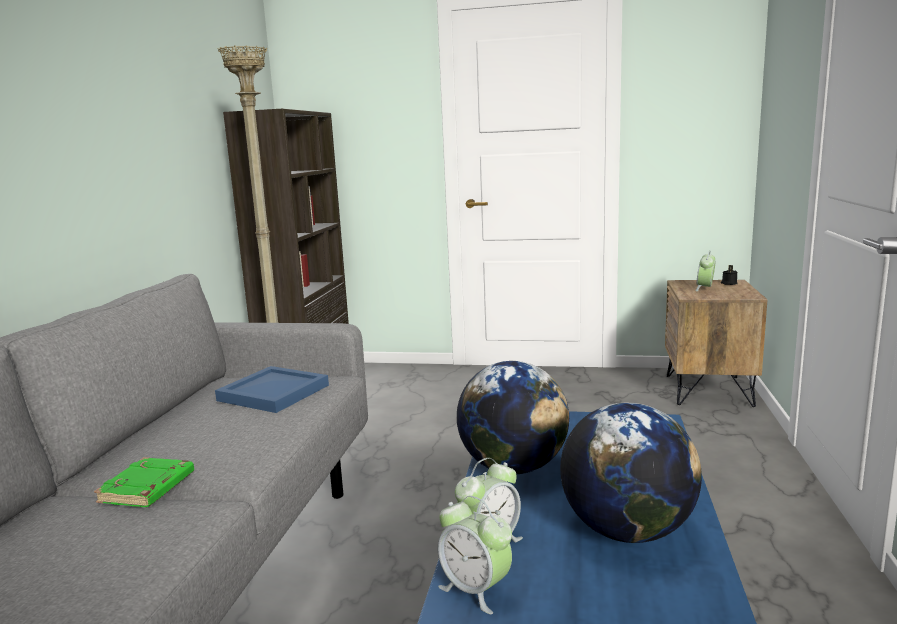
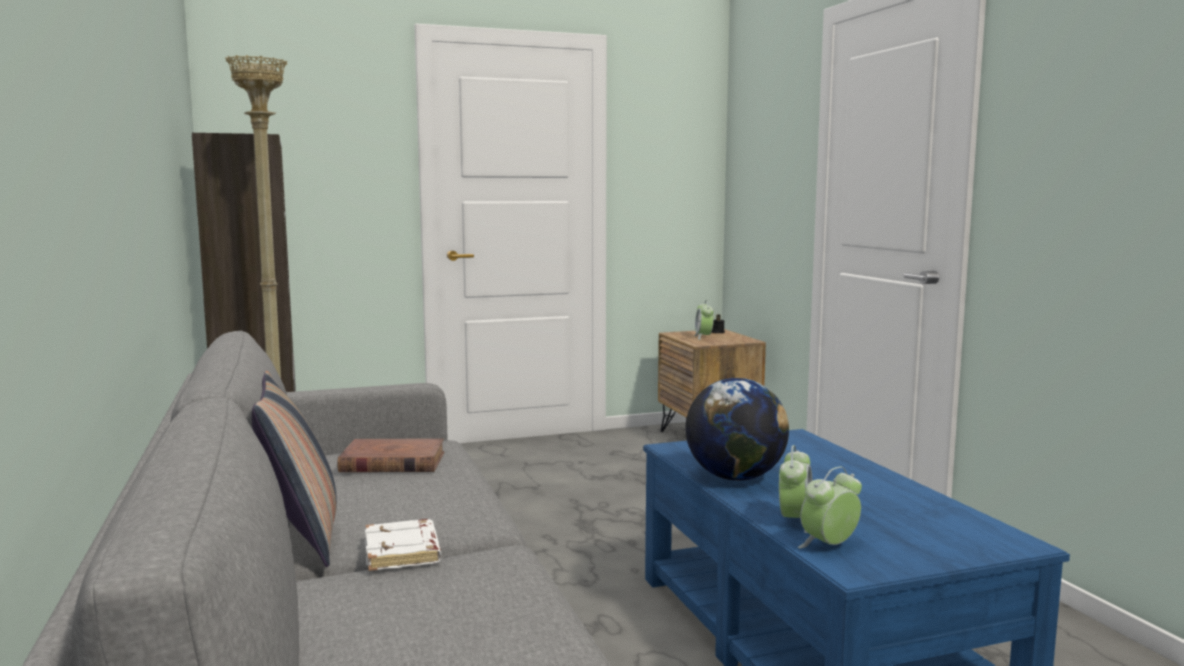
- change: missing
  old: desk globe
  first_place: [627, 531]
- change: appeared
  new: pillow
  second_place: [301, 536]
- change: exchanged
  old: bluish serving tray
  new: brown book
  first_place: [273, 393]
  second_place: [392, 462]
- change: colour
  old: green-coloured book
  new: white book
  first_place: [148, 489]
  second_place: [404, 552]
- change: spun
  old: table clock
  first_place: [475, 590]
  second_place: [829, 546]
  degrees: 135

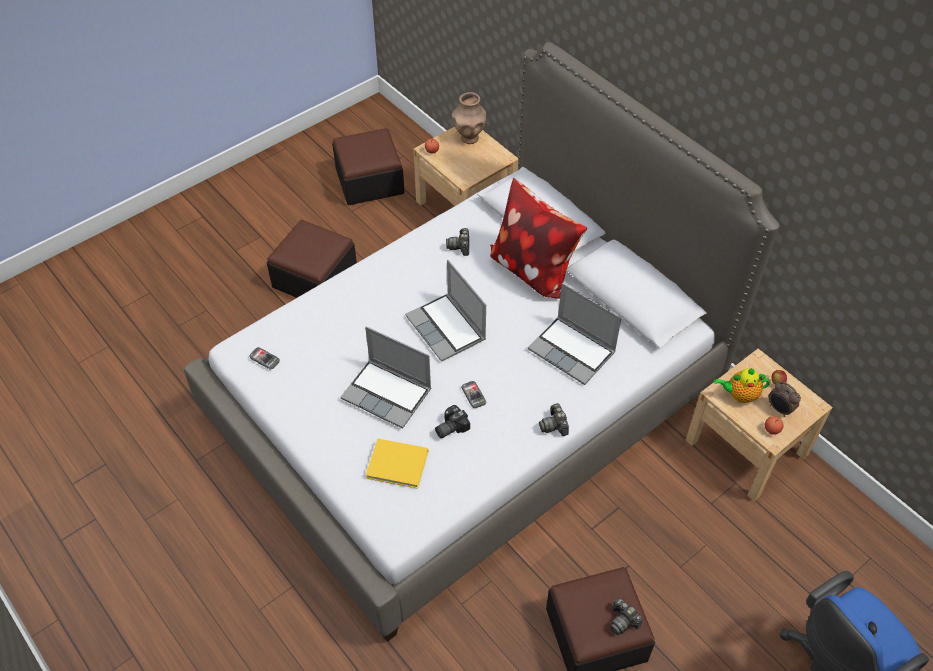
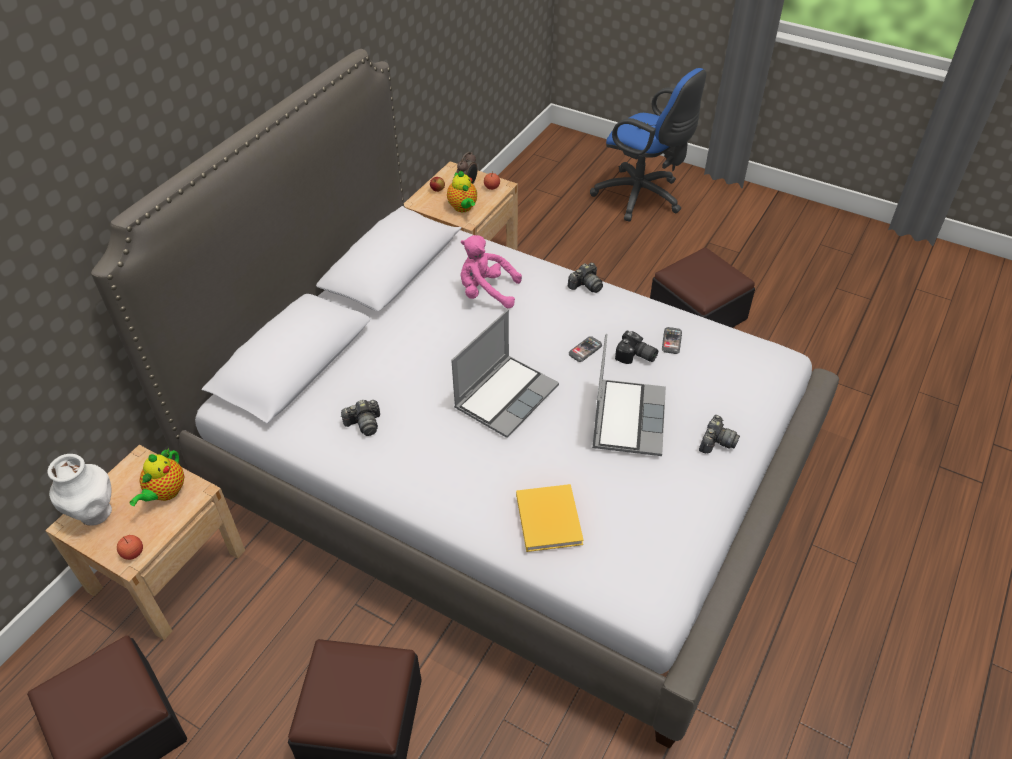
- change: missing
  old: pillow
  first_place: [532, 269]
- change: appeared
  new: teapot
  second_place: [165, 493]
- change: relocated
  old: handset
  first_place: [264, 359]
  second_place: [671, 341]
- change: relocated
  old: yellow-coloured book
  first_place: [399, 465]
  second_place: [548, 517]
- change: relocated
  old: photo camera
  first_place: [623, 621]
  second_place: [716, 442]
- change: exchanged
  old: portable computer
  new: pink soft toy
  first_place: [573, 351]
  second_place: [486, 292]
- change: colour
  old: brown flower vase
  new: white flower vase
  first_place: [469, 137]
  second_place: [95, 514]

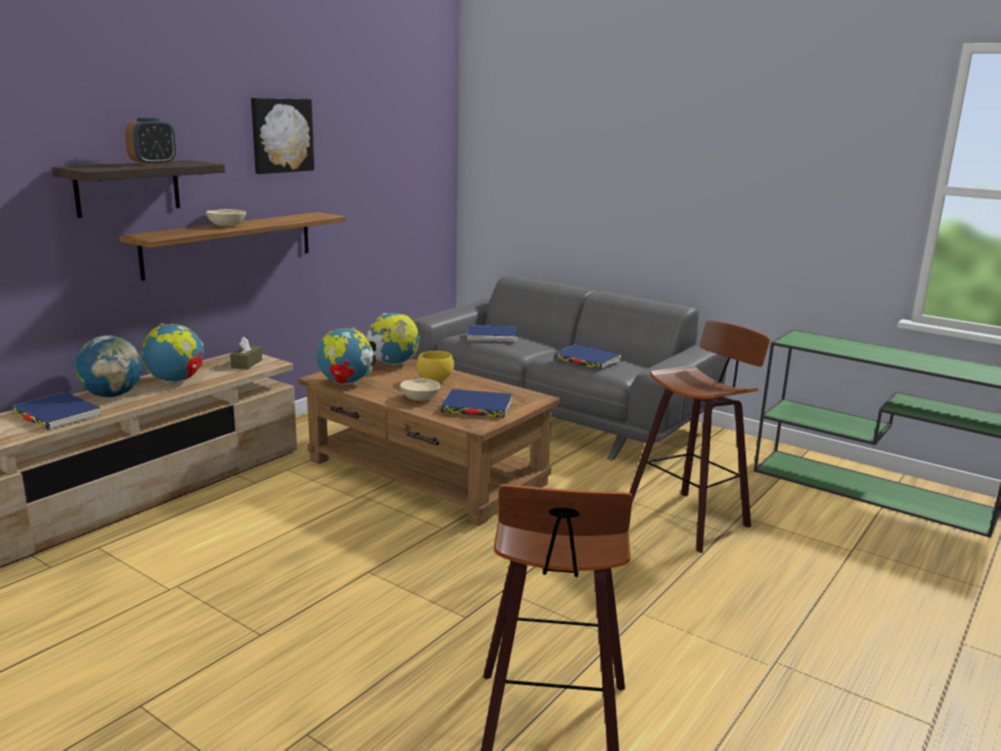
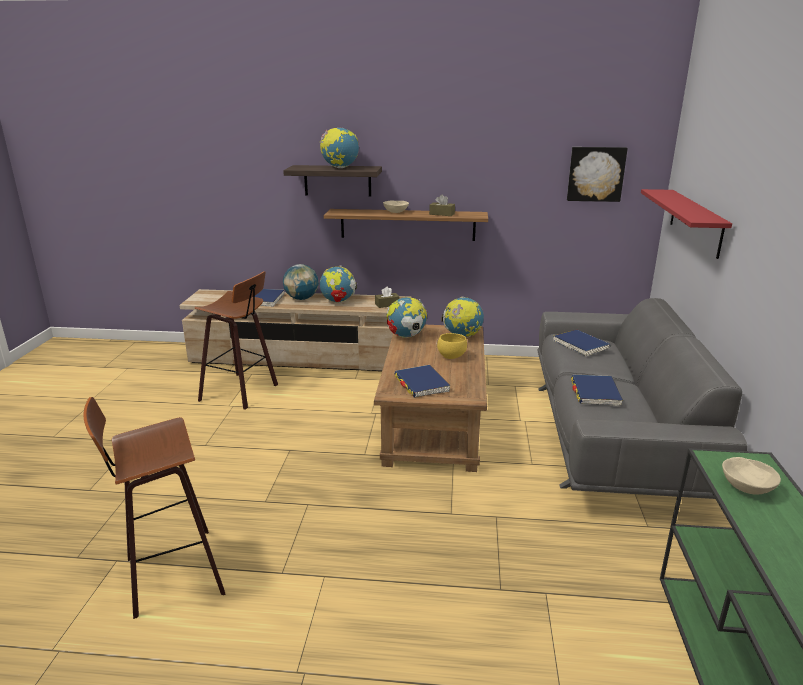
- change: appeared
  new: brown tissue box
  second_place: [442, 214]
- change: appeared
  new: red wall shelf
  second_place: [695, 222]
- change: relocated
  old: picture
  first_place: [281, 135]
  second_place: [595, 174]
- change: relocated
  old: sand-coloured serving bowl
  first_place: [419, 398]
  second_place: [745, 487]
- change: relocated
  old: sitting stool
  first_place: [690, 518]
  second_place: [242, 392]
- change: exchanged
  old: table clock
  new: desk globe
  first_place: [153, 164]
  second_place: [340, 168]

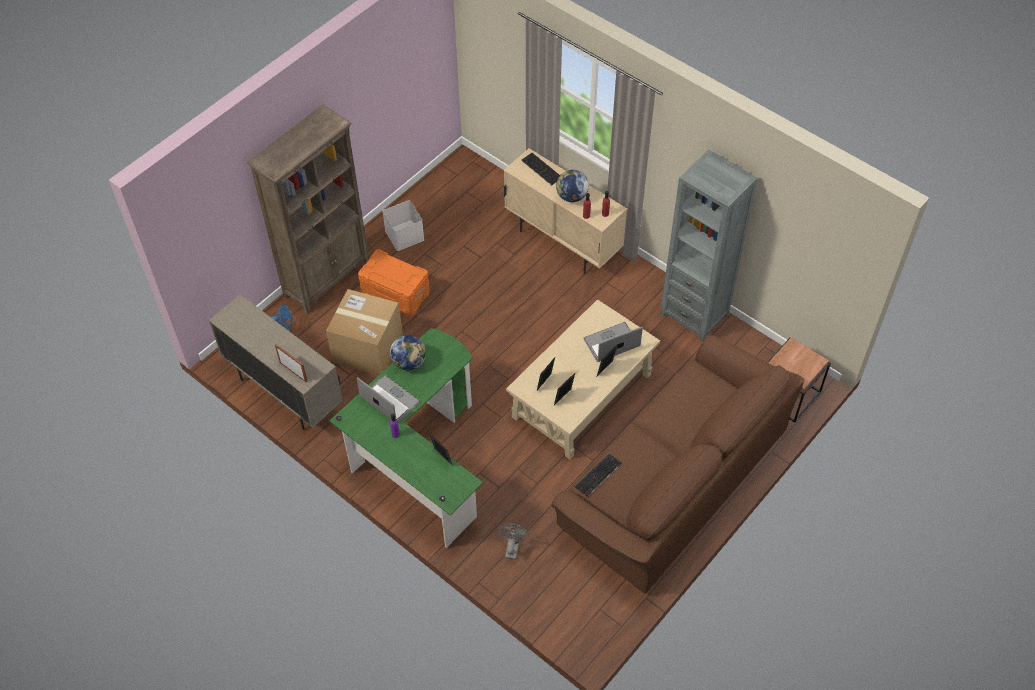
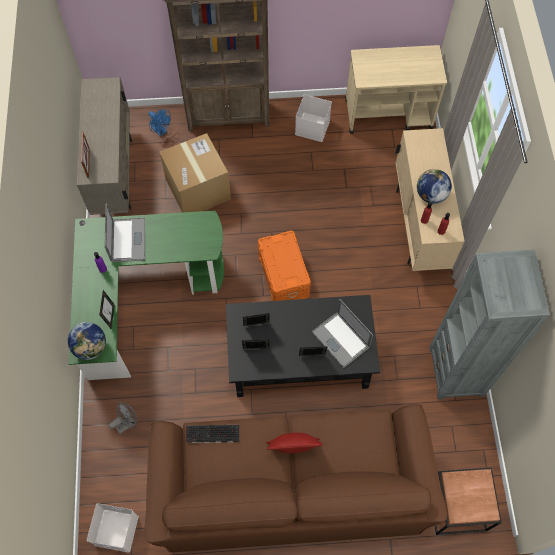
- change: missing
  old: keyboard
  first_place: [542, 169]
- change: appeared
  new: white storage box
  second_place: [115, 531]
- change: appeared
  new: red pillow
  second_place: [293, 448]
- change: appeared
  new: sand-coloured trolley
  second_place: [389, 114]
- change: relocated
  old: orangey storage box
  first_place: [396, 293]
  second_place: [284, 275]
- change: relocated
  old: desk globe
  first_place: [409, 362]
  second_place: [91, 347]
- change: colour
  old: sand-coloured lounge table
  new: blackish lounge table
  first_place: [582, 396]
  second_place: [299, 357]
- change: spun
  old: portable computer
  first_place: [611, 343]
  second_place: [340, 339]
  degrees: -150

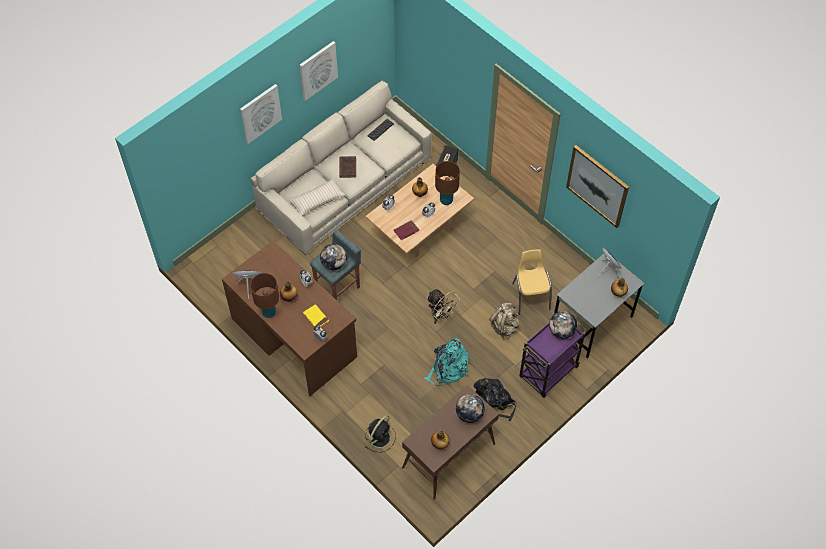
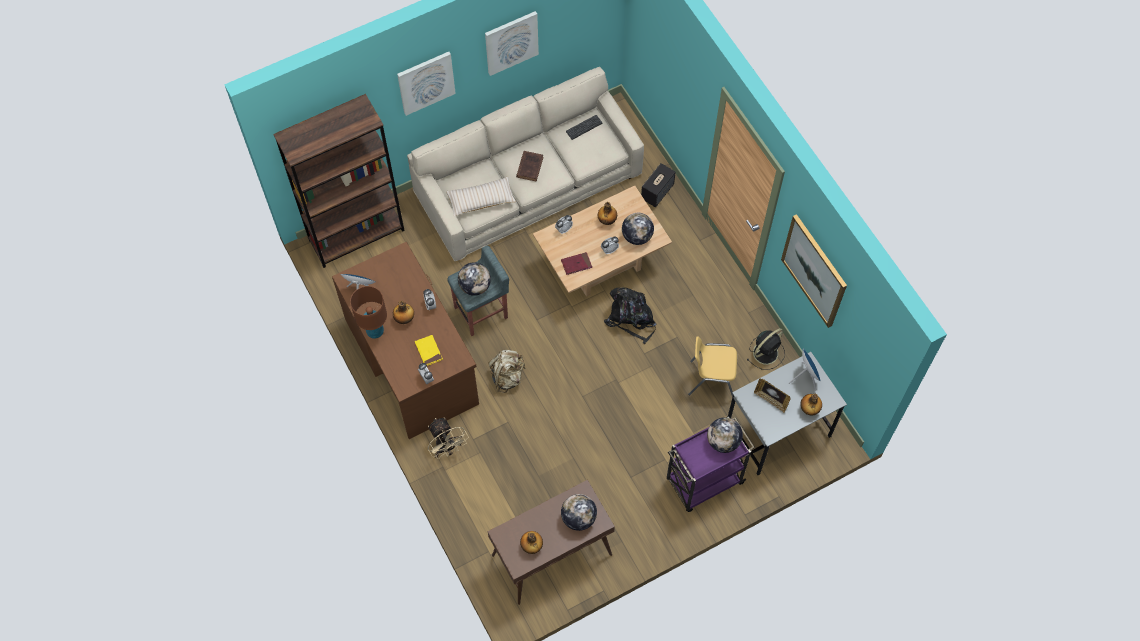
- change: missing
  old: blue-green backpack
  first_place: [447, 368]
- change: appeared
  new: brown shelving unit
  second_place: [356, 235]
- change: appeared
  new: photo frame
  second_place: [771, 400]
- change: relocated
  old: blackish fan
  first_place: [380, 437]
  second_place: [766, 352]
- change: relocated
  old: sand-coloured fan
  first_place: [441, 315]
  second_place: [447, 448]
- change: relocated
  old: blackish backpack
  first_place: [493, 402]
  second_place: [631, 318]
- change: relocated
  old: sand-coloured backpack
  first_place: [505, 326]
  second_place: [507, 376]
- change: exchanged
  old: brown table lamp
  new: desk globe
  first_place: [446, 200]
  second_place: [637, 236]
- change: spun
  old: yellow-coloured upright chair
  first_place: [530, 296]
  second_place: [712, 379]
  degrees: -90

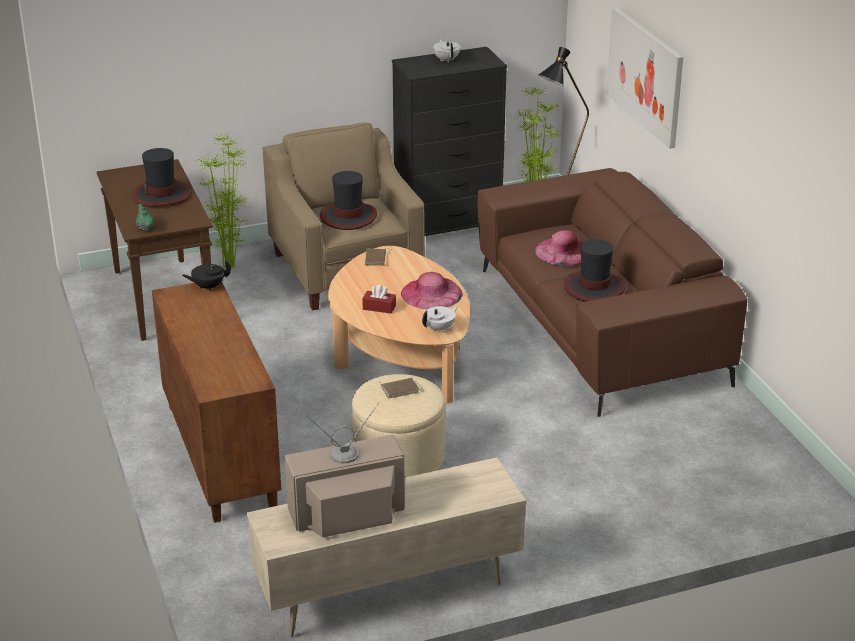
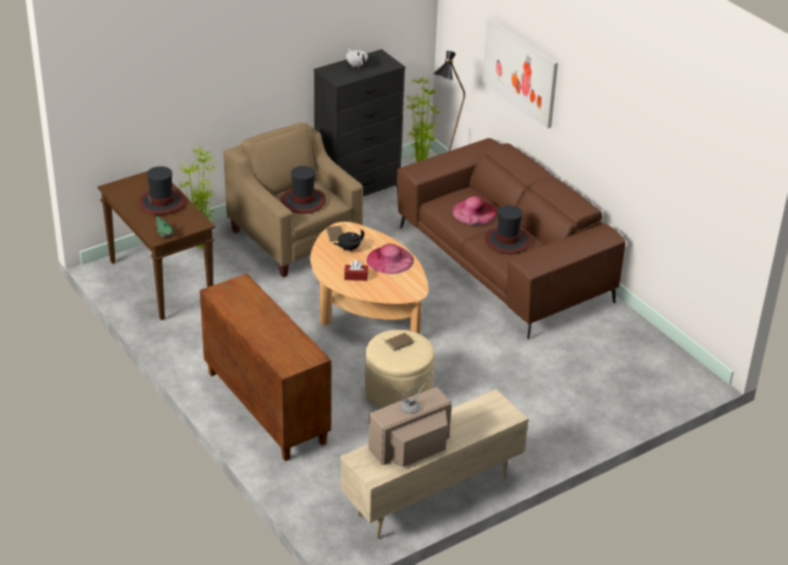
- change: missing
  old: white teapot
  first_place: [440, 328]
- change: relocated
  old: blackish teapot
  first_place: [208, 287]
  second_place: [348, 248]

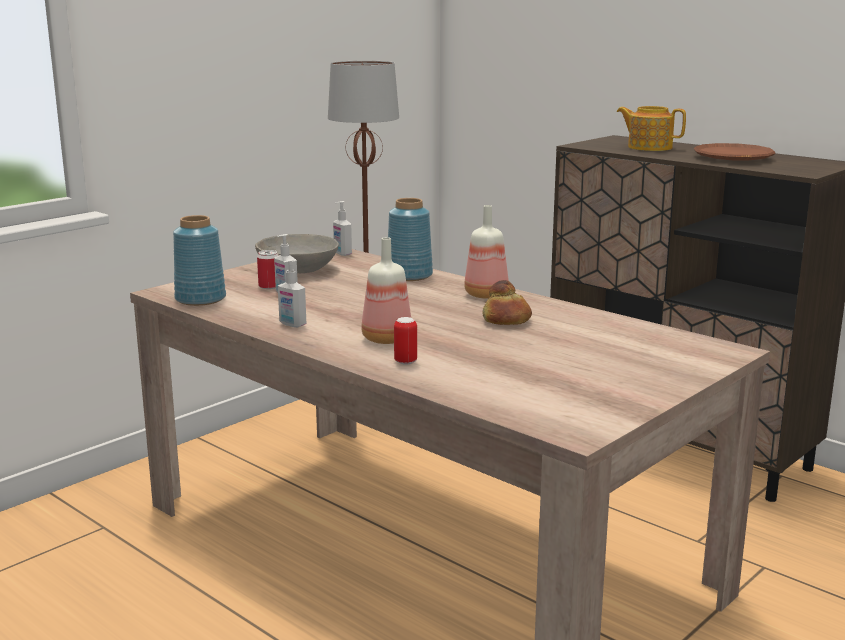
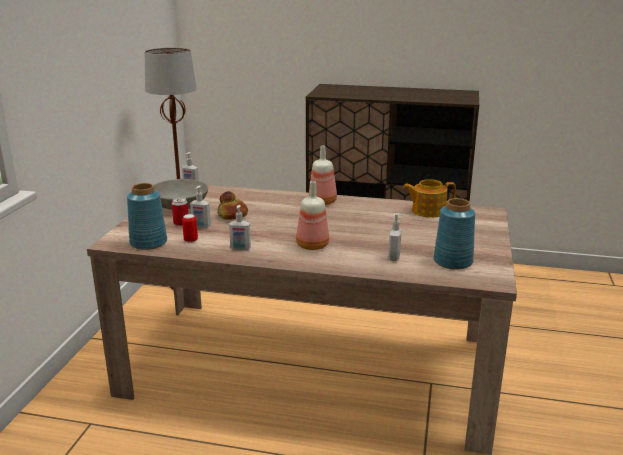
- change: missing
  old: brown plate
  first_place: [733, 158]
- change: appeared
  new: soap dispenser
  second_place: [394, 257]
- change: relocated
  old: bluish flower vase
  first_place: [408, 275]
  second_place: [452, 262]
- change: relocated
  old: metal can
  first_place: [405, 361]
  second_place: [191, 240]
- change: relocated
  old: baked bread
  first_place: [506, 320]
  second_place: [232, 216]
- change: relocated
  old: teapot
  first_place: [649, 147]
  second_place: [427, 211]

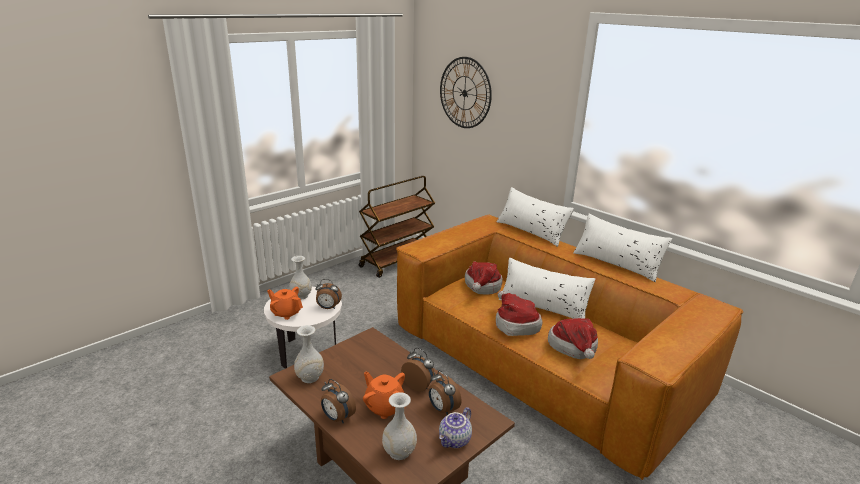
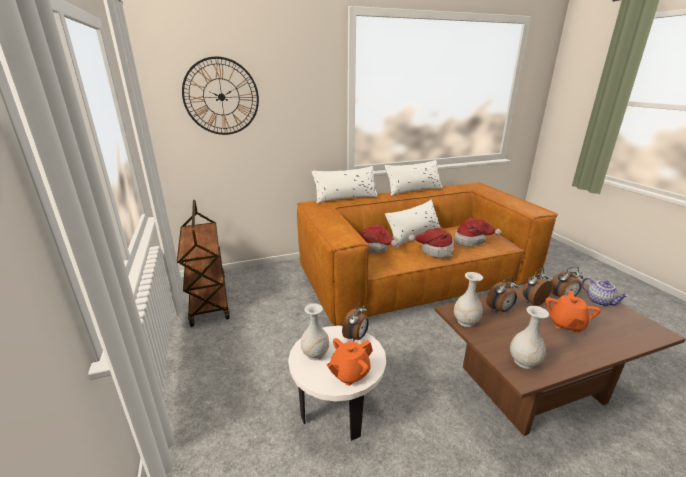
- change: relocated
  old: table clock
  first_place: [337, 418]
  second_place: [500, 310]
- change: relocated
  old: white flower vase
  first_place: [399, 451]
  second_place: [465, 321]
- change: spun
  old: orangey teapot
  first_place: [384, 407]
  second_place: [566, 324]
  degrees: -45

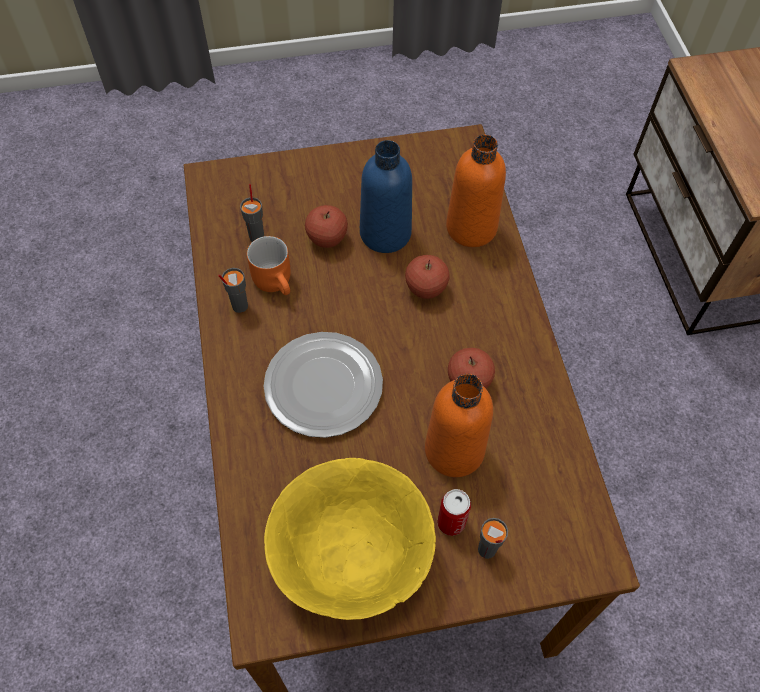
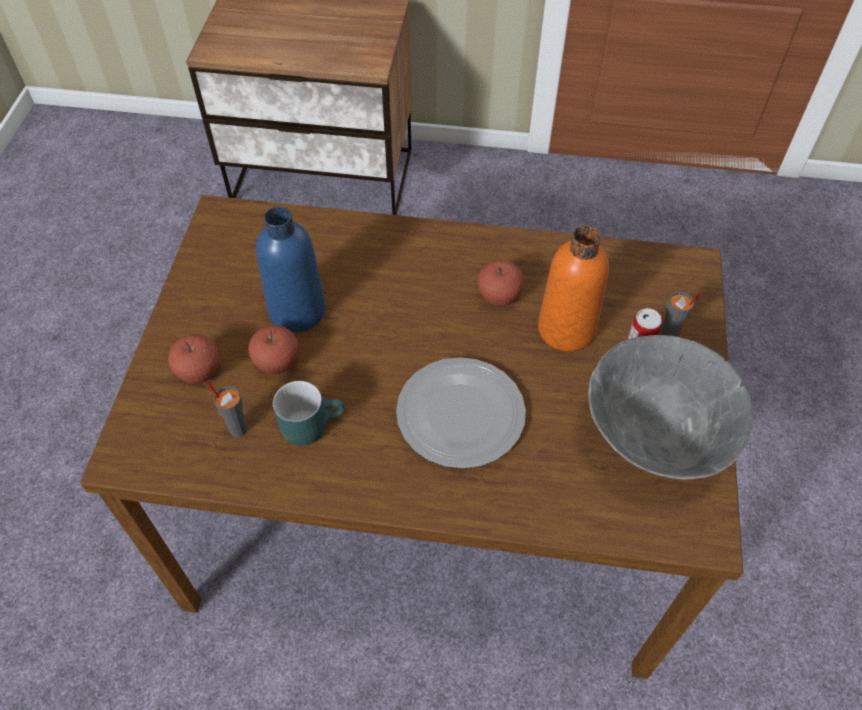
- change: missing
  old: grey small cup
  first_place: [239, 306]
- change: missing
  old: orangey drink bottle
  first_place: [471, 228]
- change: relocated
  old: apple fruit
  first_place: [425, 288]
  second_place: [199, 372]
- change: colour
  old: orangey coffee mug
  new: blue-green coffee mug
  first_place: [277, 282]
  second_place: [311, 424]
- change: colour
  old: yellow-coloured serving bowl
  new: grey serving bowl
  first_place: [352, 557]
  second_place: [653, 439]

